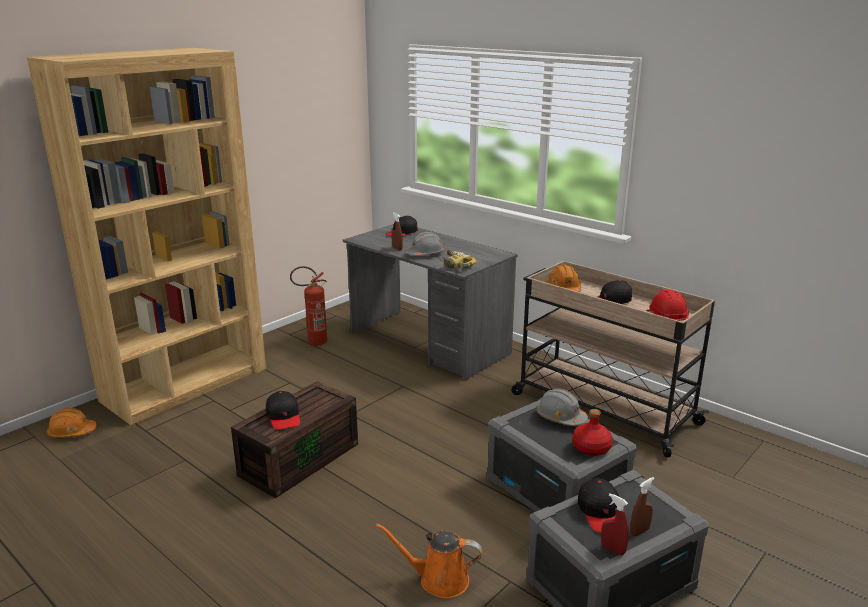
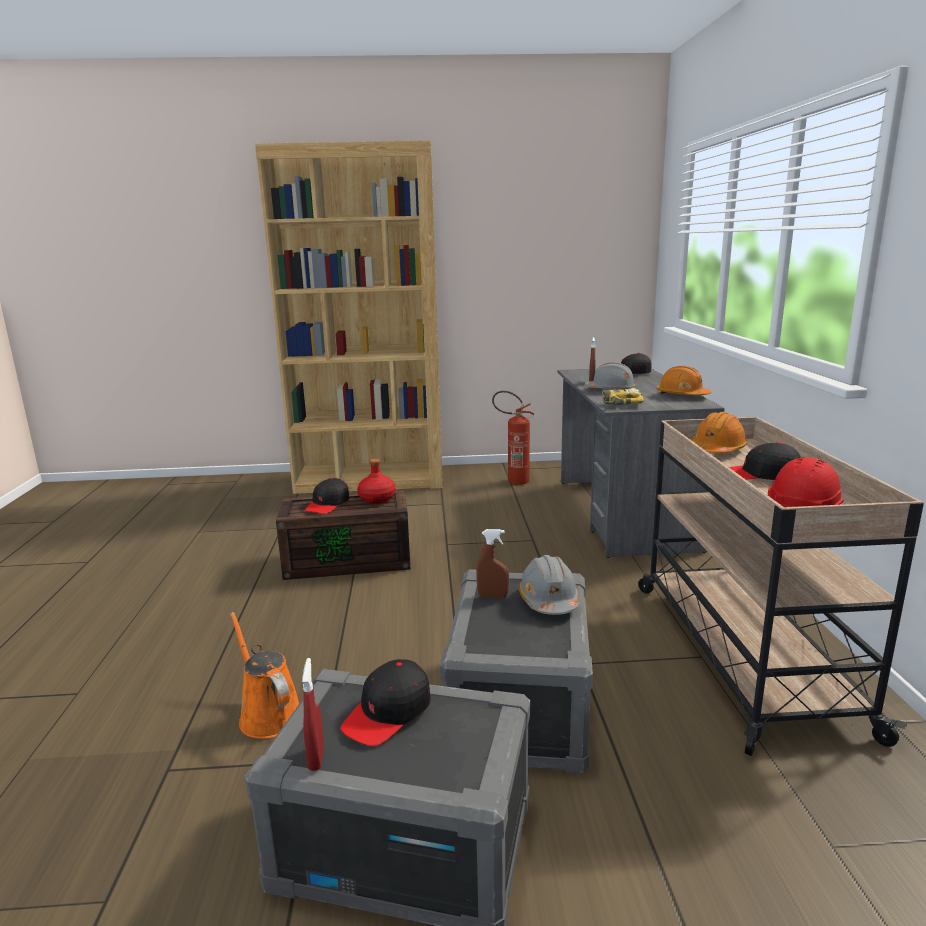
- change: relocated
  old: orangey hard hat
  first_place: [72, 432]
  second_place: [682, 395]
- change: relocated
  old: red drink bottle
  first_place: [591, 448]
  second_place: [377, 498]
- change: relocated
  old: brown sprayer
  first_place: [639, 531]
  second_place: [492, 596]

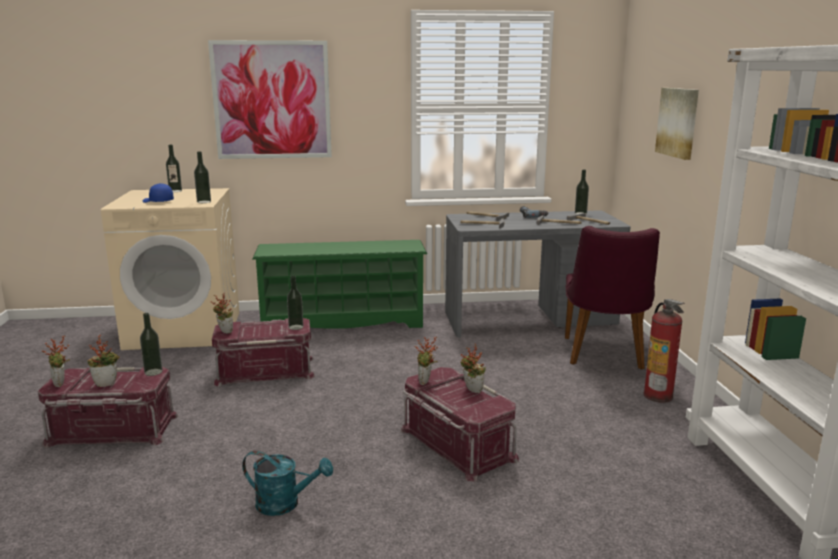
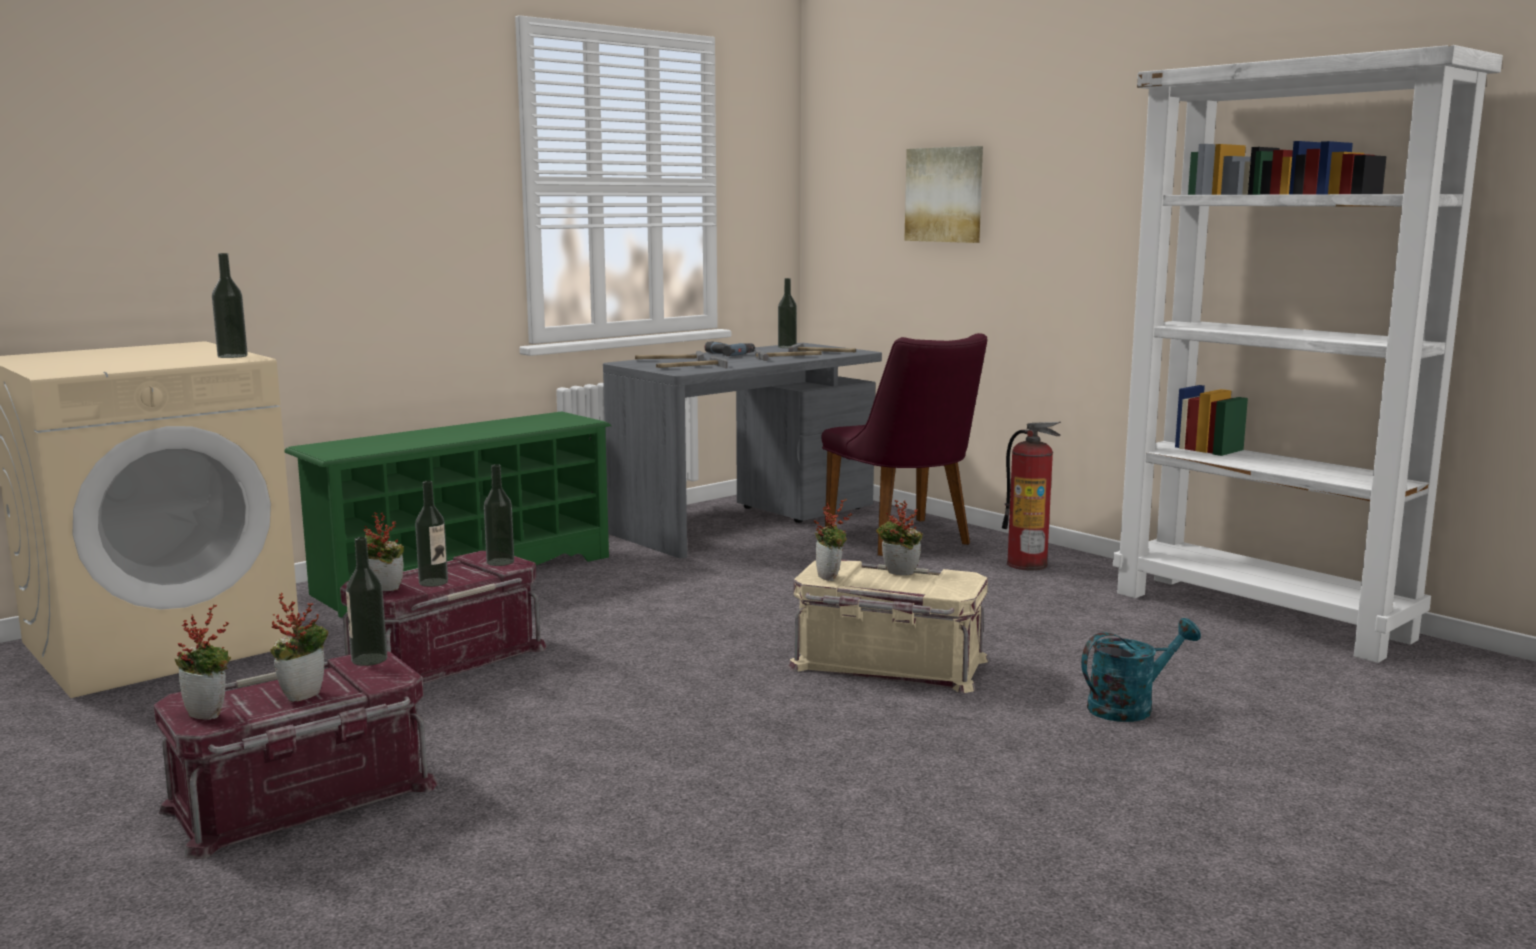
- change: missing
  old: bluish peaked cap
  first_place: [157, 201]
- change: missing
  old: picture
  first_place: [272, 100]
- change: relocated
  old: drink bottle
  first_place: [175, 191]
  second_place: [433, 582]
- change: relocated
  old: blue-green watering can
  first_place: [285, 504]
  second_place: [1129, 707]
- change: colour
  old: red storage box
  new: sand-coloured storage box
  first_place: [456, 444]
  second_place: [887, 664]

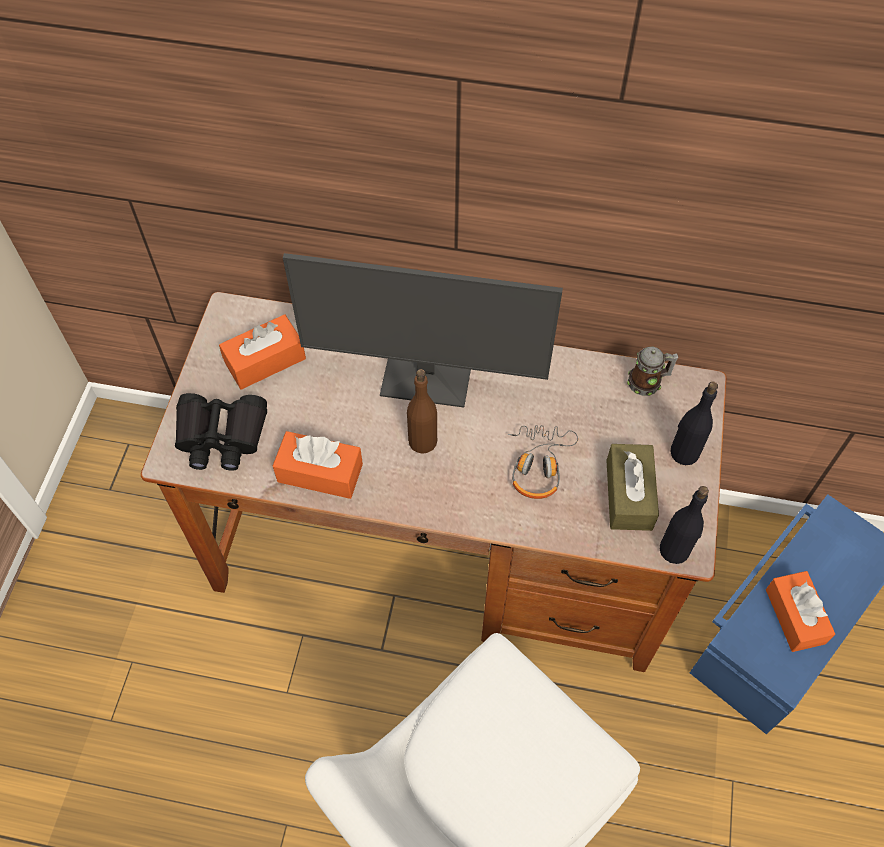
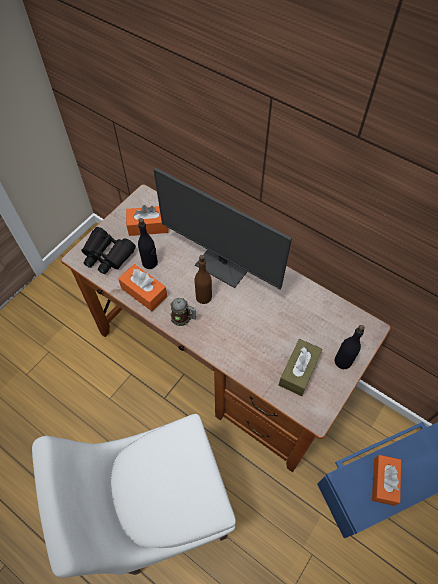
- change: missing
  old: pair of headphones
  first_place: [538, 465]
- change: relocated
  old: coffee mug
  first_place: [648, 382]
  second_place: [183, 318]
- change: relocated
  old: blackish drink bottle
  first_place: [675, 550]
  second_place: [150, 263]

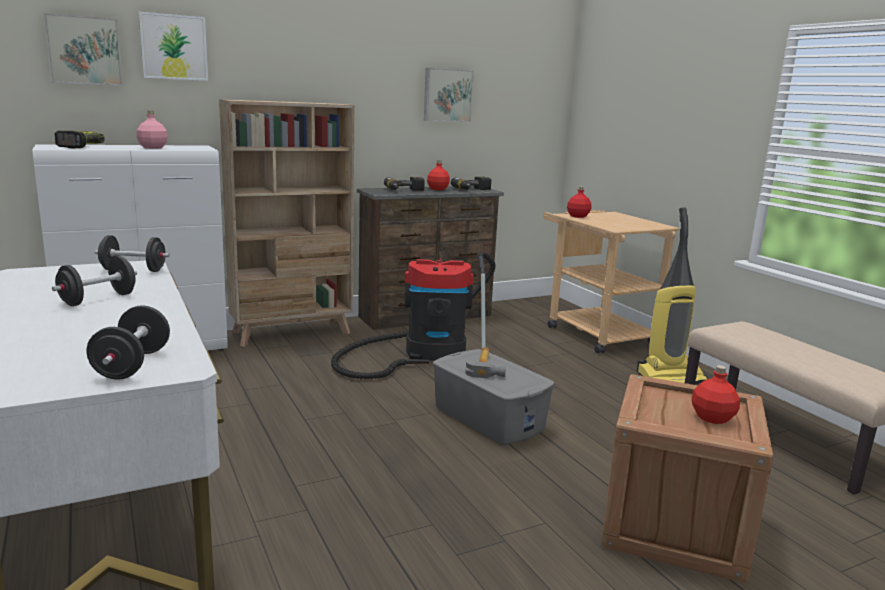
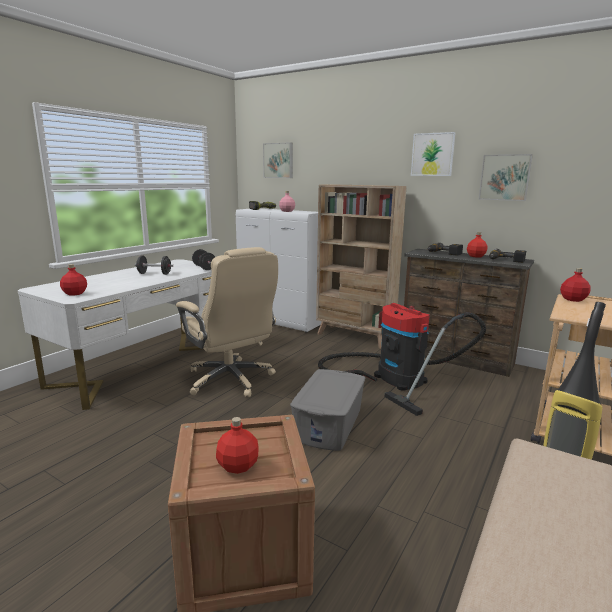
- change: missing
  old: hammer
  first_place: [486, 366]
- change: appeared
  new: sand-coloured office chair
  second_place: [230, 379]
- change: relocated
  old: picture
  first_place: [174, 47]
  second_place: [432, 154]
- change: exchanged
  old: blackish dumbbell
  new: red drink bottle
  first_place: [132, 365]
  second_place: [75, 293]

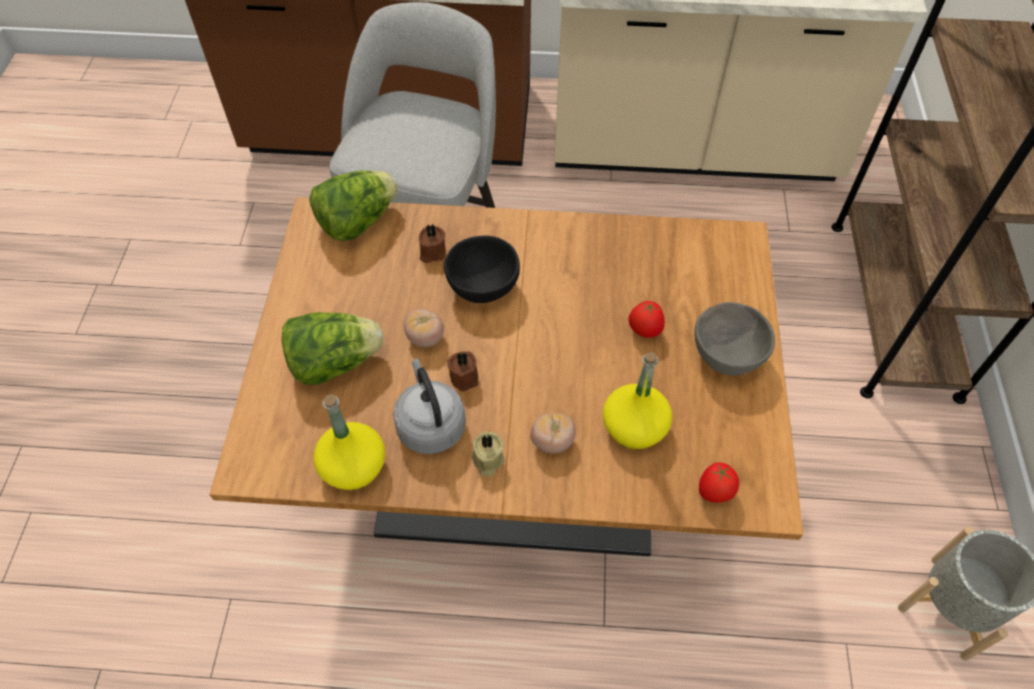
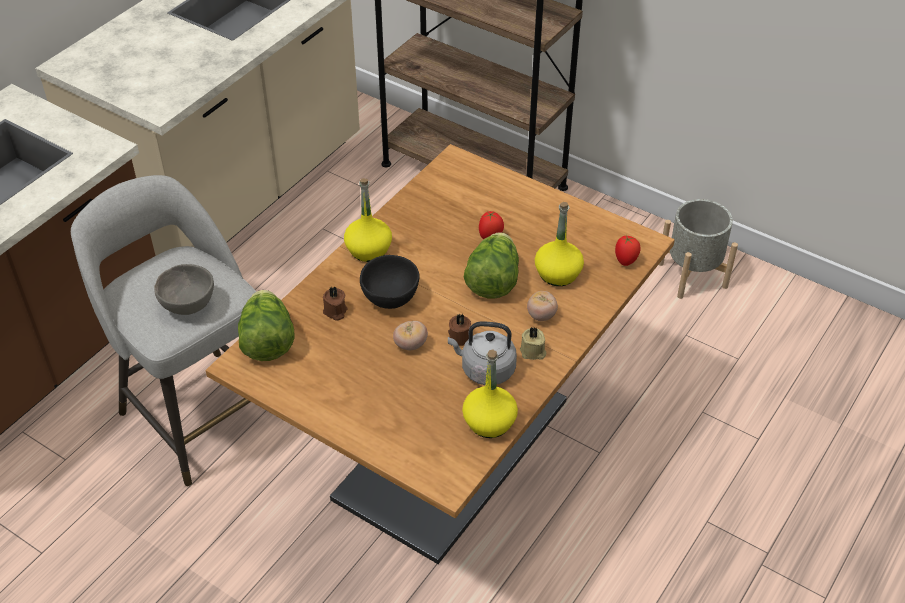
- change: appeared
  new: yellow-coloured drink bottle
  second_place: [368, 250]
- change: relocated
  old: lettuce head
  first_place: [334, 362]
  second_place: [492, 281]
- change: relocated
  old: grey serving bowl
  first_place: [727, 355]
  second_place: [188, 304]

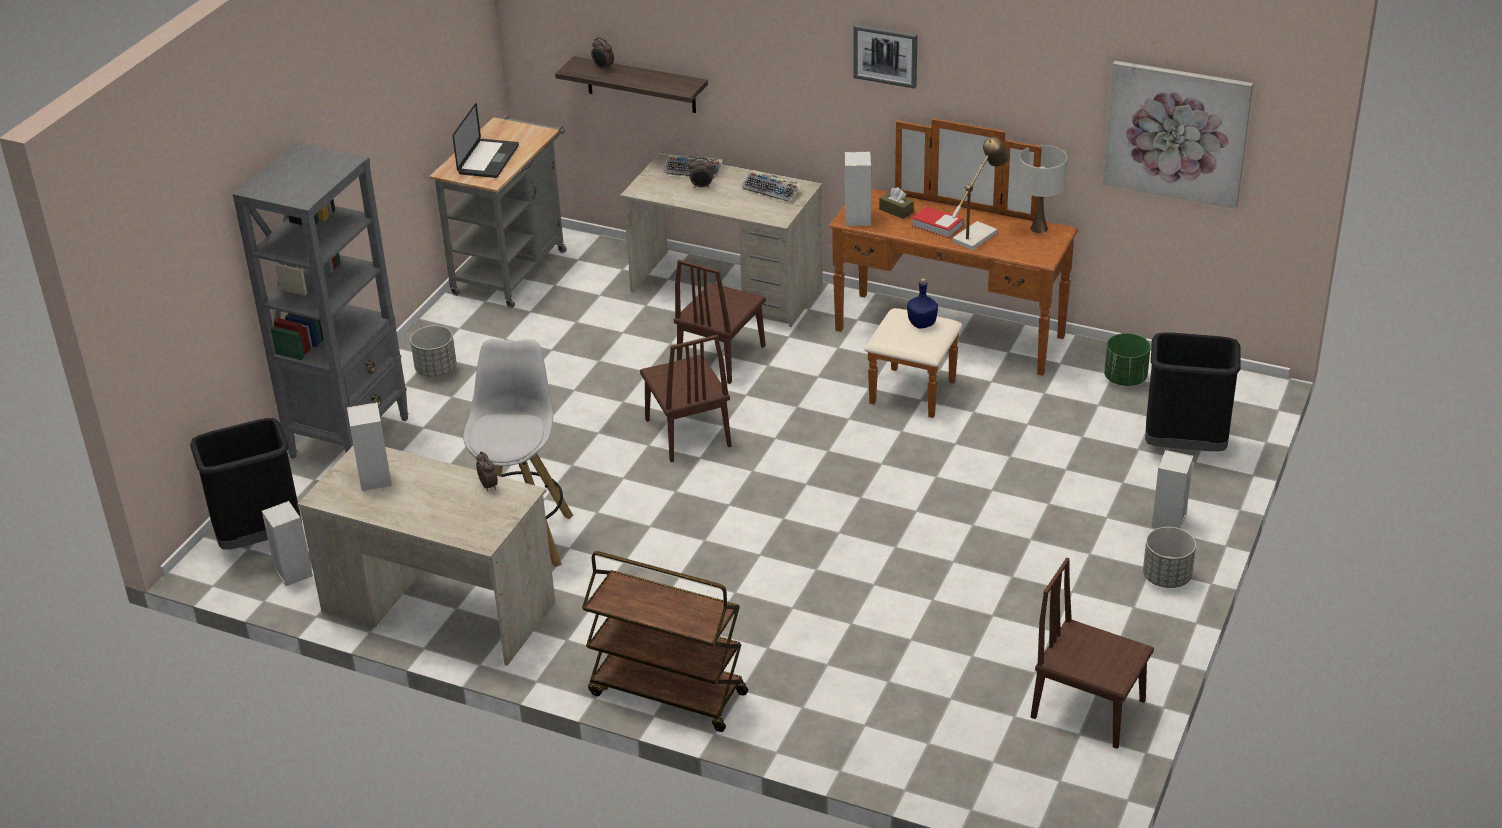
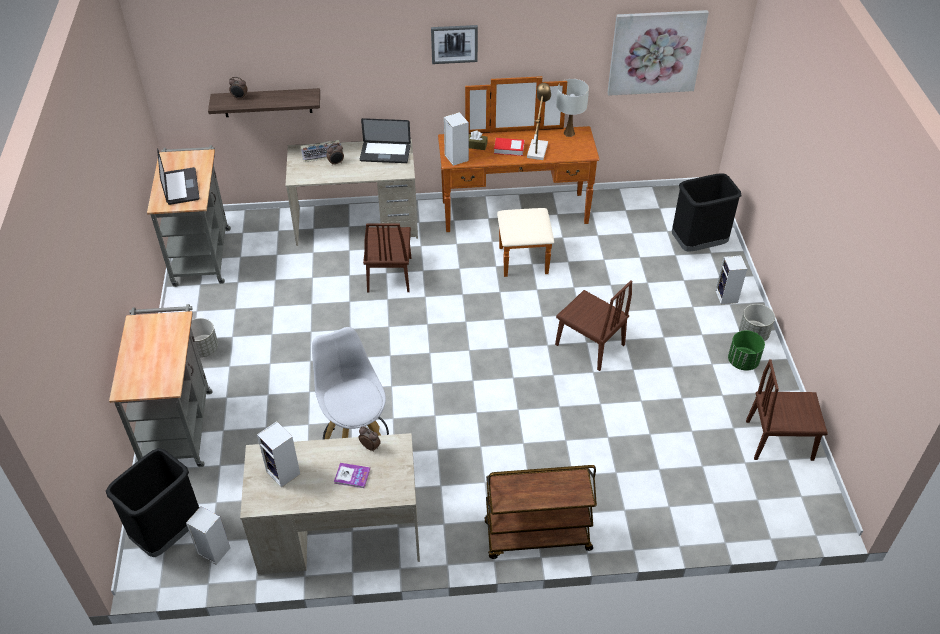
- change: missing
  old: bluish drink bottle
  first_place: [922, 324]
- change: appeared
  new: book
  second_place: [352, 476]
- change: relocated
  old: brown upright chair
  first_place: [687, 432]
  second_place: [589, 345]
- change: relocated
  old: green-coloured planter
  first_place: [1125, 379]
  second_place: [742, 362]
- change: exchanged
  old: grey shelving unit
  new: grey trolley
  first_place: [350, 437]
  second_place: [178, 424]
- change: exchanged
  old: keyboard
  new: portable computer
  first_place: [772, 191]
  second_place: [385, 153]

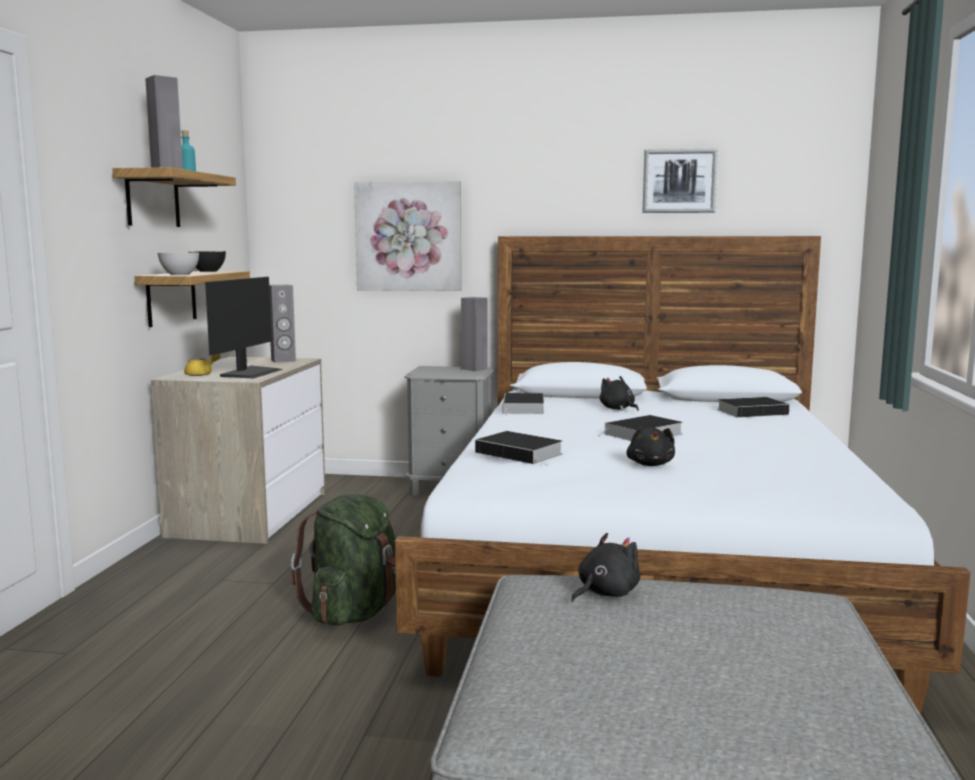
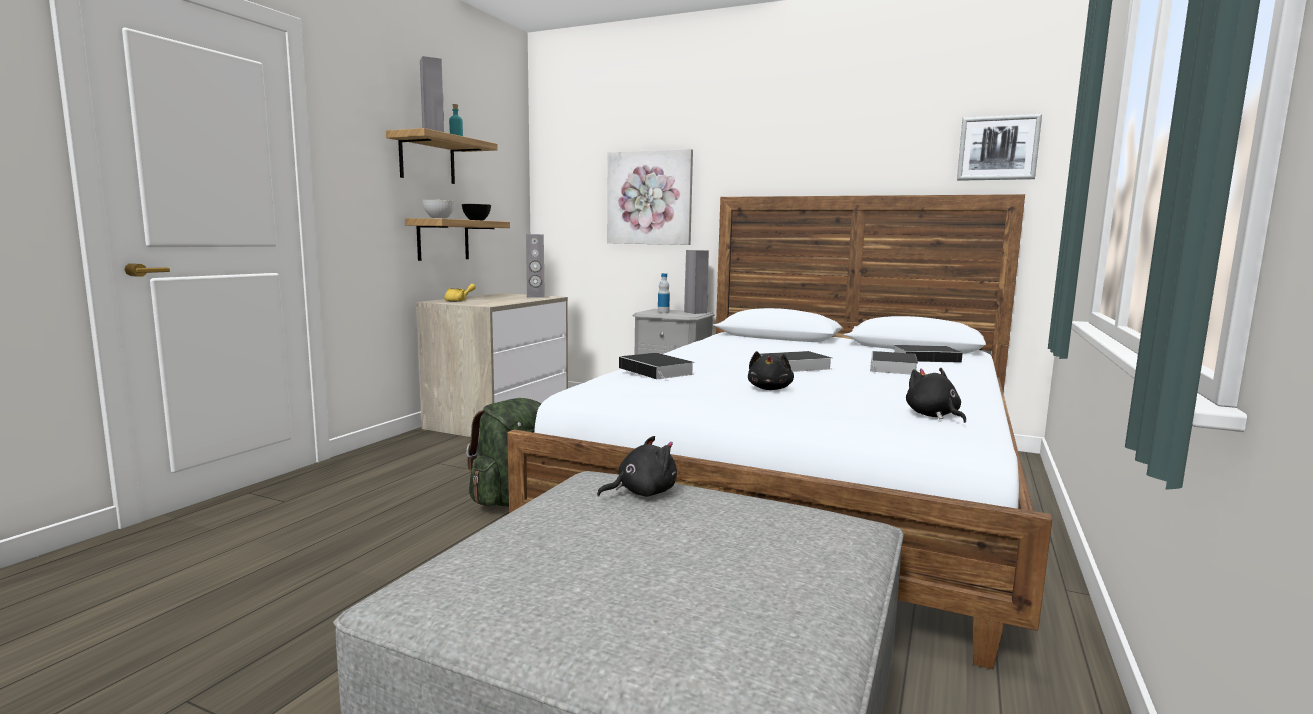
- change: missing
  old: monitor
  first_place: [251, 372]
- change: appeared
  new: drink bottle
  second_place: [663, 312]
- change: relocated
  old: book
  first_place: [523, 408]
  second_place: [893, 368]
- change: relocated
  old: blackish soft toy
  first_place: [618, 409]
  second_place: [933, 416]
- change: relocated
  old: picture
  first_place: [679, 181]
  second_place: [998, 148]

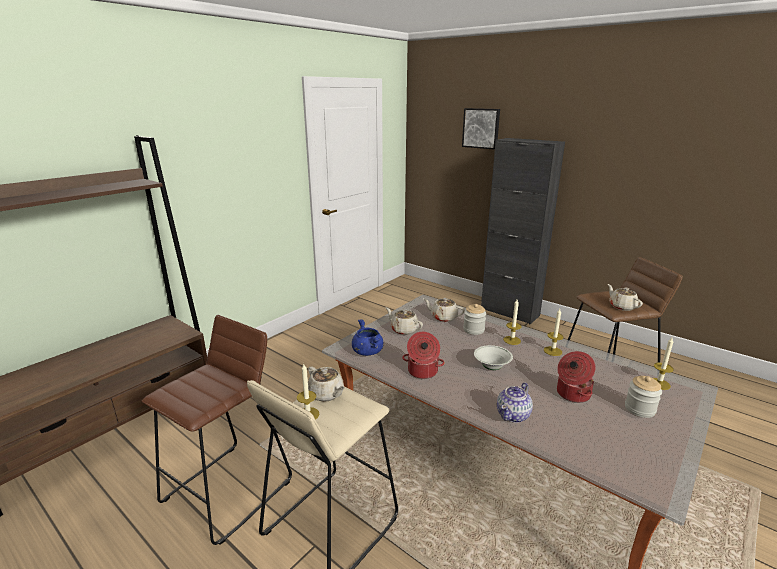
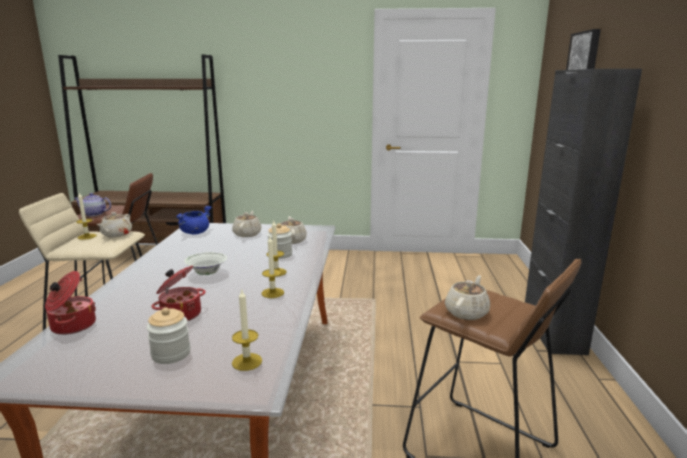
- change: relocated
  old: cooking pot
  first_place: [422, 372]
  second_place: [72, 326]
- change: relocated
  old: teapot
  first_place: [513, 415]
  second_place: [94, 214]

